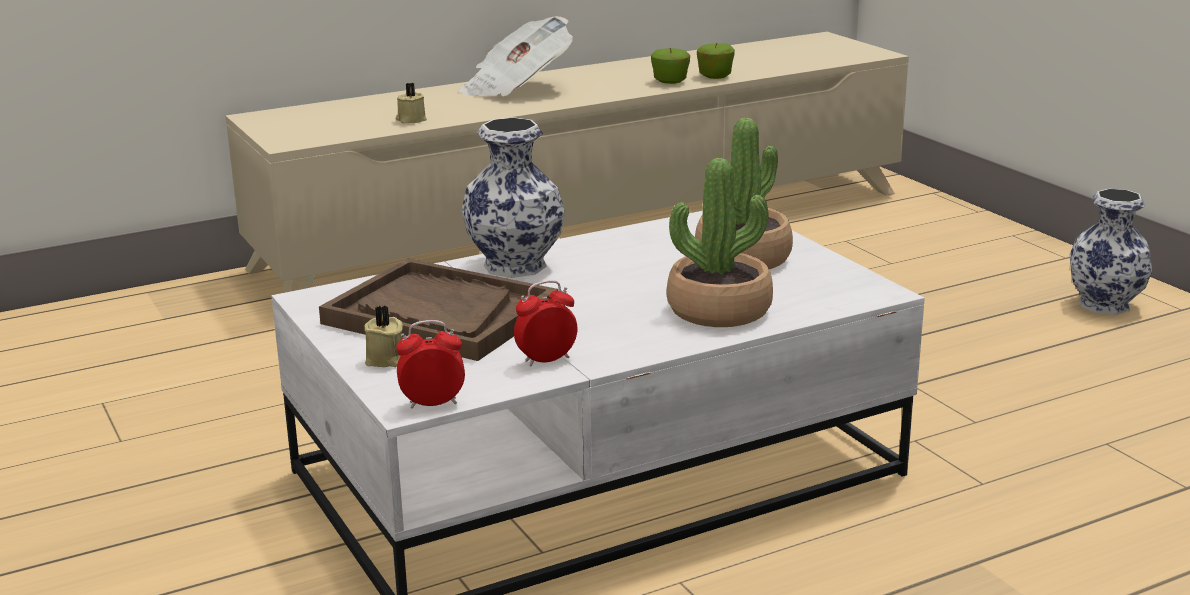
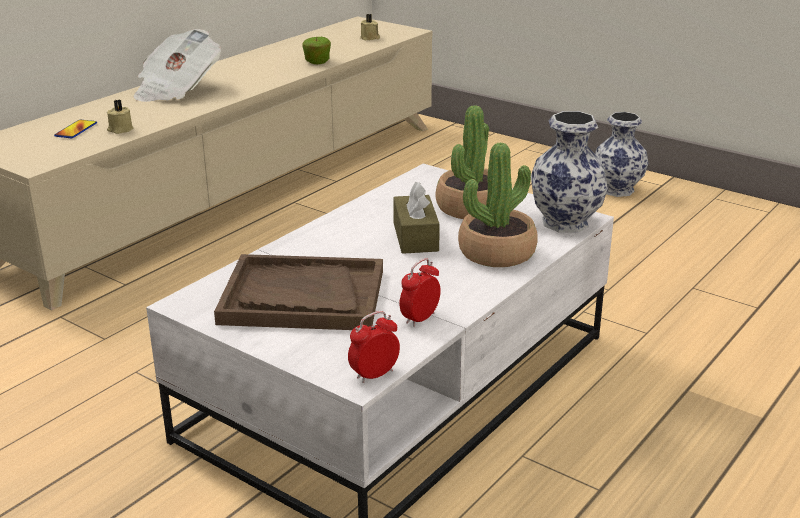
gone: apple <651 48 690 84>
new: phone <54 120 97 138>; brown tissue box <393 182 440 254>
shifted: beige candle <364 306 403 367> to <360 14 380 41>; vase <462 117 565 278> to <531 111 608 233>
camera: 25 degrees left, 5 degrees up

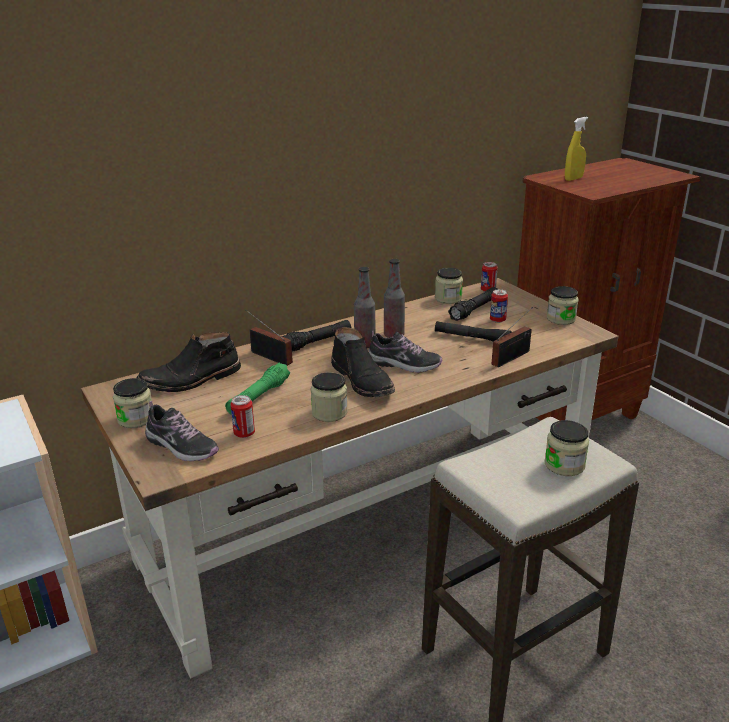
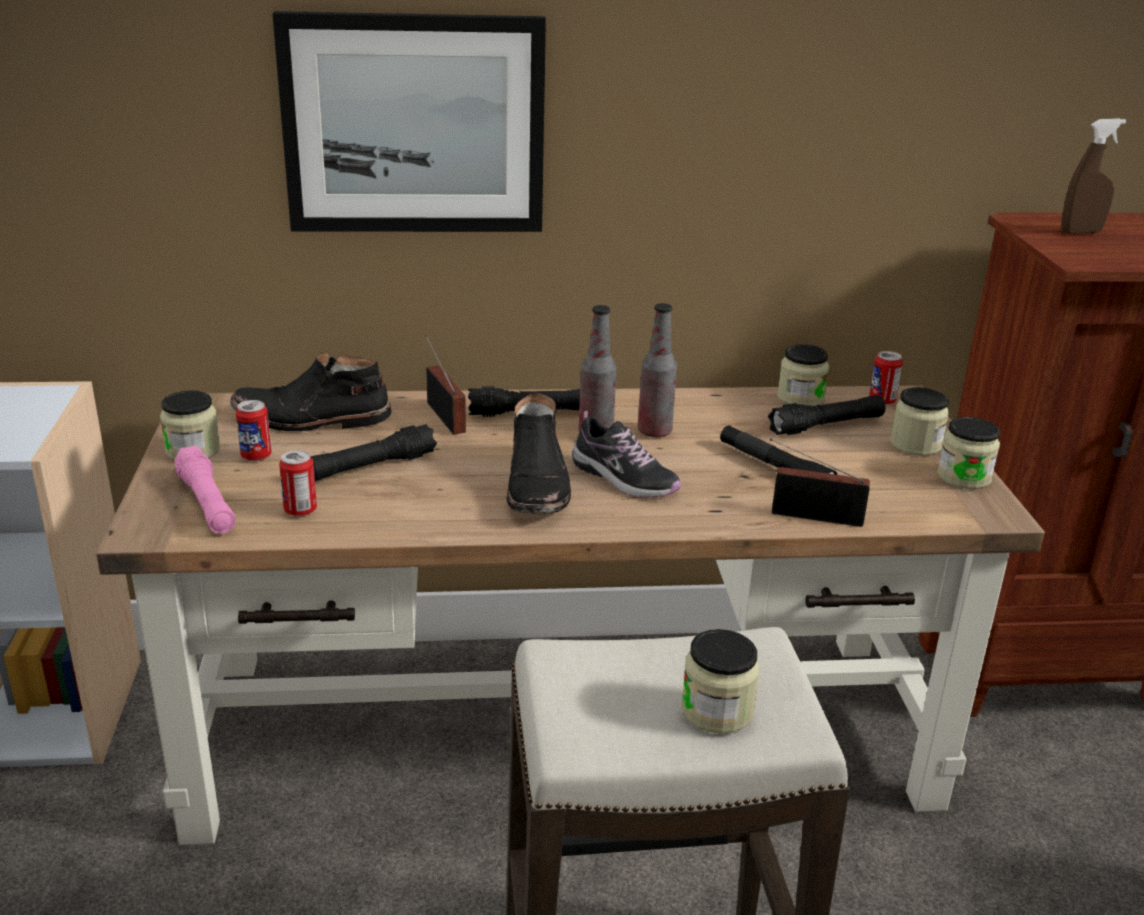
new: picture <272 11 546 232>
shifted: jar <311 373 348 422> to <890 387 949 456>; can <490 289 508 323> to <236 400 272 461>
swapped: shoe <145 401 219 461> to pink flashlight <174 446 236 534>
repainted: green flashlight <225 363 290 415> to black flashlight <310 424 437 481>; yellow spray bottle <565 117 588 181> to brown spray bottle <1061 118 1126 234>
rotated: radio <492 307 533 367> = <770 438 870 527> 150 degrees counterclockwise
camera: 25 degrees right, 0 degrees up

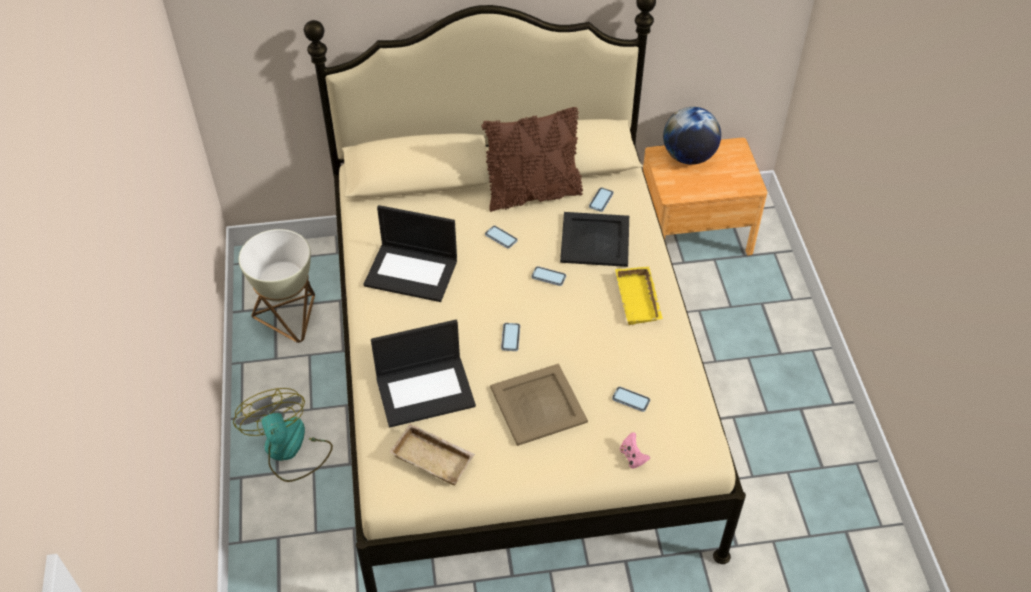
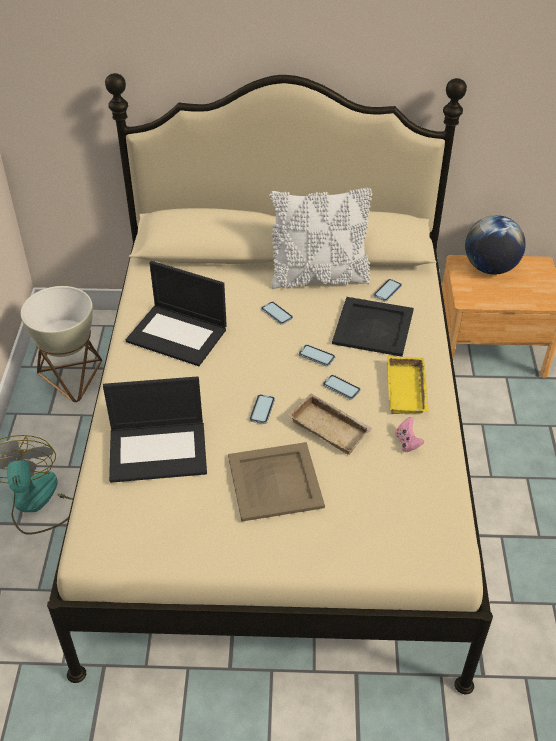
shifted: beige tray <390 424 475 486> to <288 393 372 455>; phone <612 387 650 412> to <323 375 361 400>; pink game controller <620 432 650 469> to <395 417 424 452>
repainted: brown pillow <481 107 583 212> to white pillow <269 188 372 289>
camera: 10 degrees right, 5 degrees down

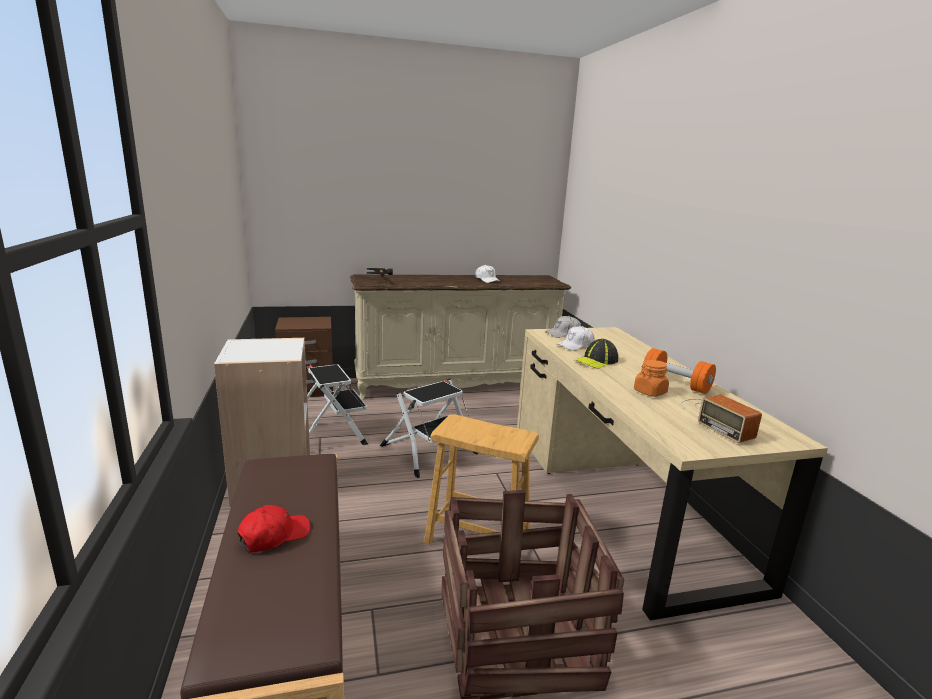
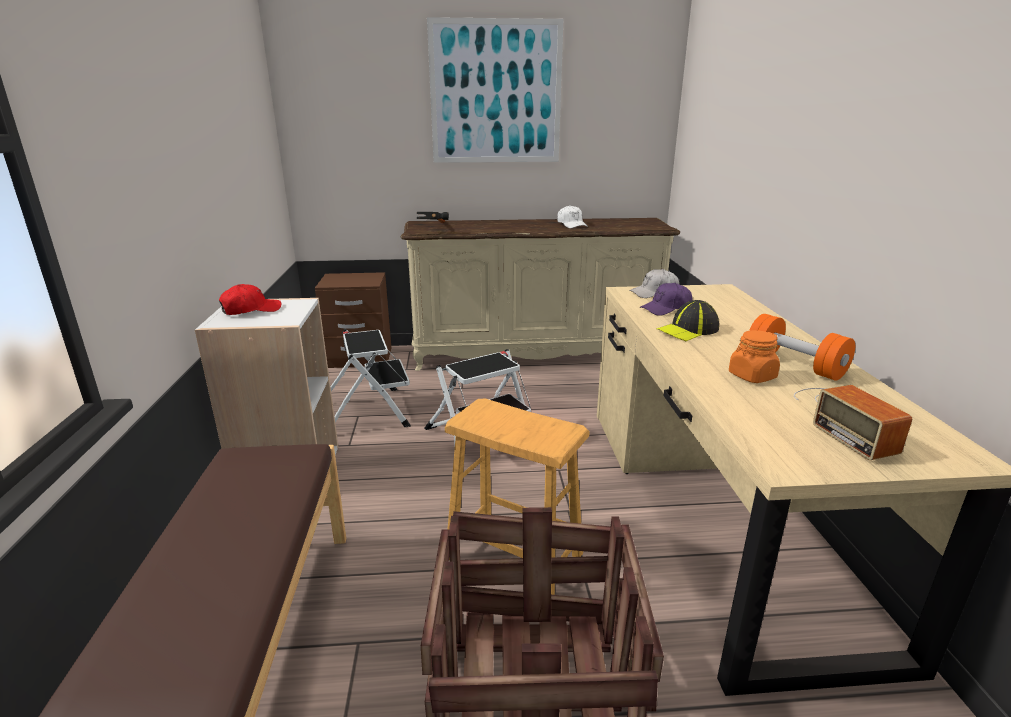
new: picture <427 17 563 163>
shifted: red cap <237 505 311 552> to <219 284 281 315>
repainted: white cap <557 326 594 351> to purple cap <640 283 692 316>
camera: 10 degrees right, 5 degrees up

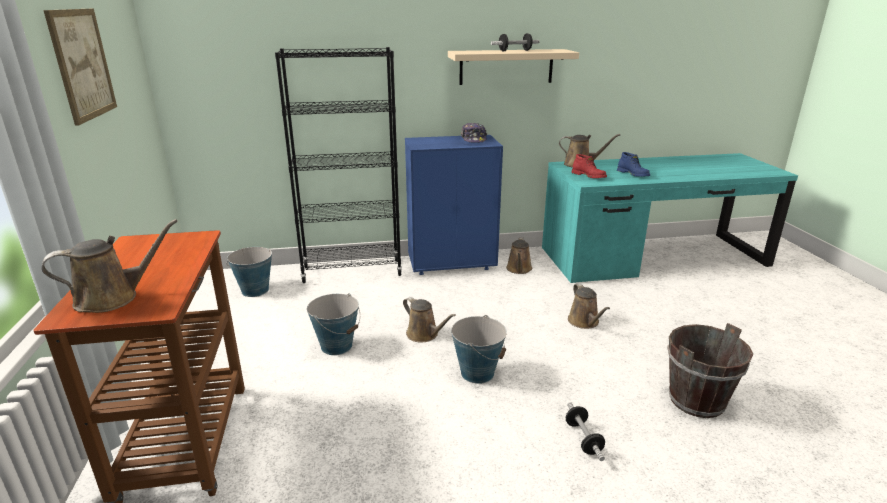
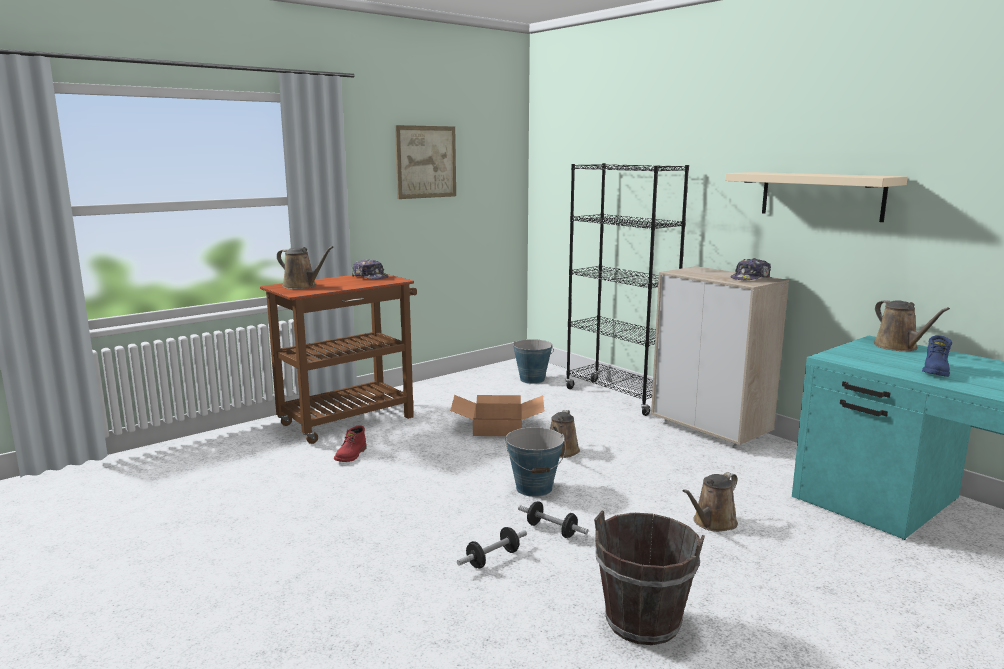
gone: brown watering can <506 238 532 274>
new: cap <352 259 389 279>
shifted: dumbbell <491 33 539 52> to <518 501 588 538>; red boot <572 154 607 178> to <334 425 366 462>
swapped: bucket <307 293 360 355> to cardboard box <450 395 544 436>
repainted: blue cabinet <405 135 503 275> to beige cabinet <651 266 789 448>
camera: 60 degrees right, 10 degrees down

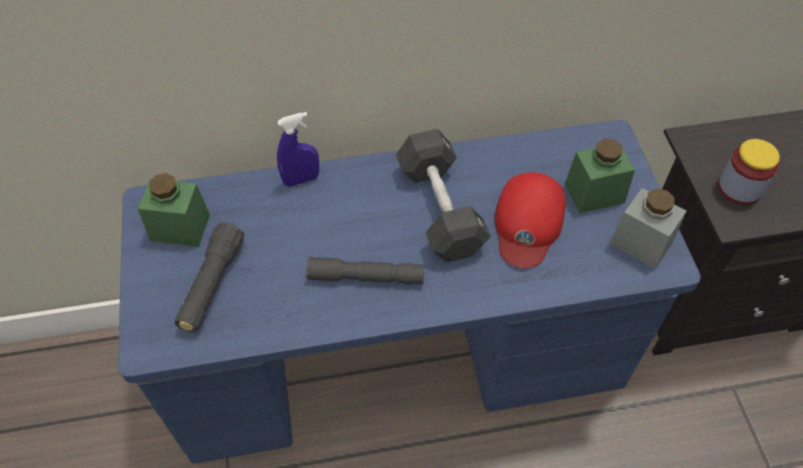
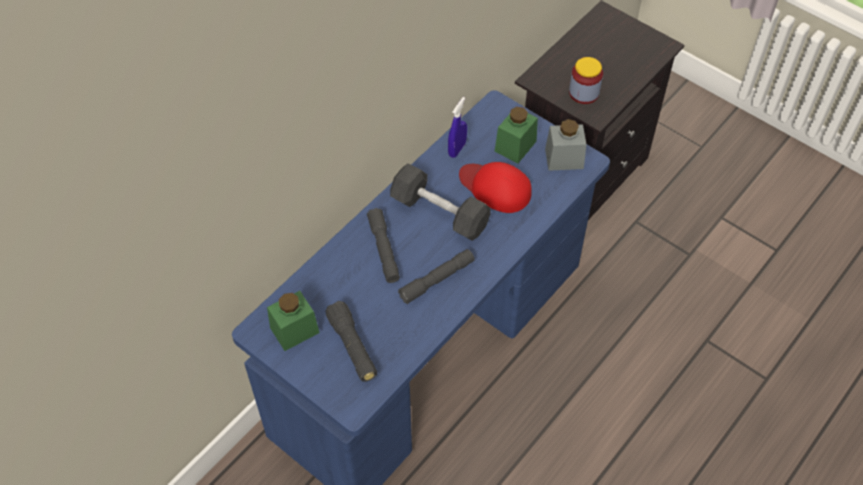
new: grey flashlight <367 208 400 283>
shifted: blue spray bottle <277 112 319 187> to <448 97 467 158>
rotated: red cap <495 172 566 268> = <459 162 532 213> 150 degrees clockwise
camera: 40 degrees left, 0 degrees up

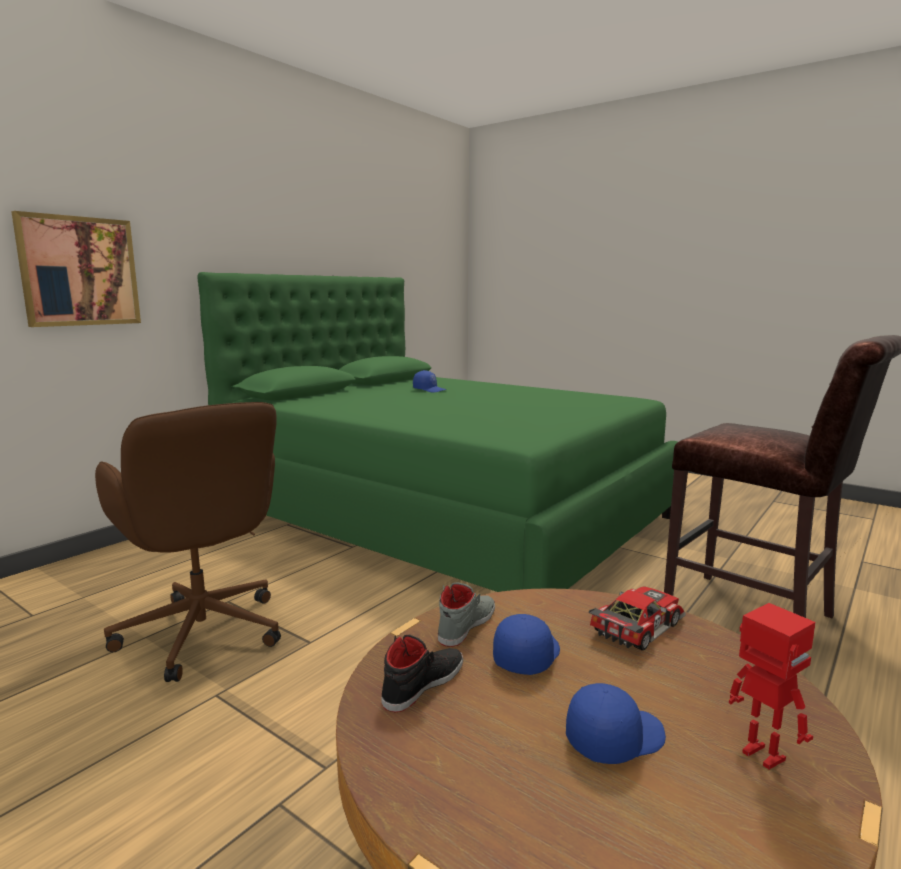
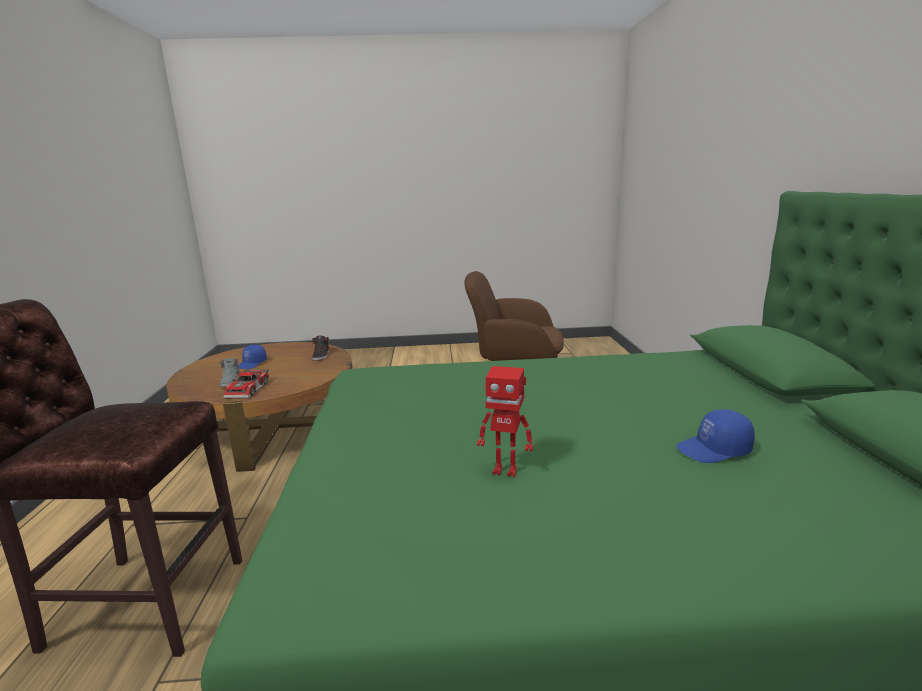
gone: picture <11 211 141 327>; blue cap <493 614 560 675>
shifted: grey shoe <438 582 495 647> to <219 358 240 387>; toy robot <729 603 816 769> to <477 366 533 477>
camera: 140 degrees right, 5 degrees up

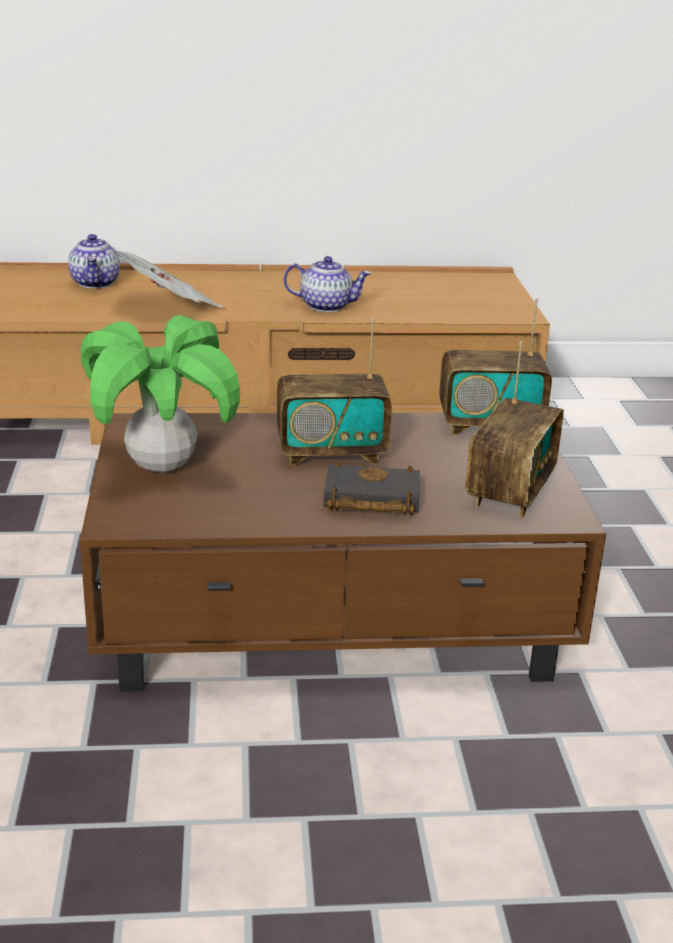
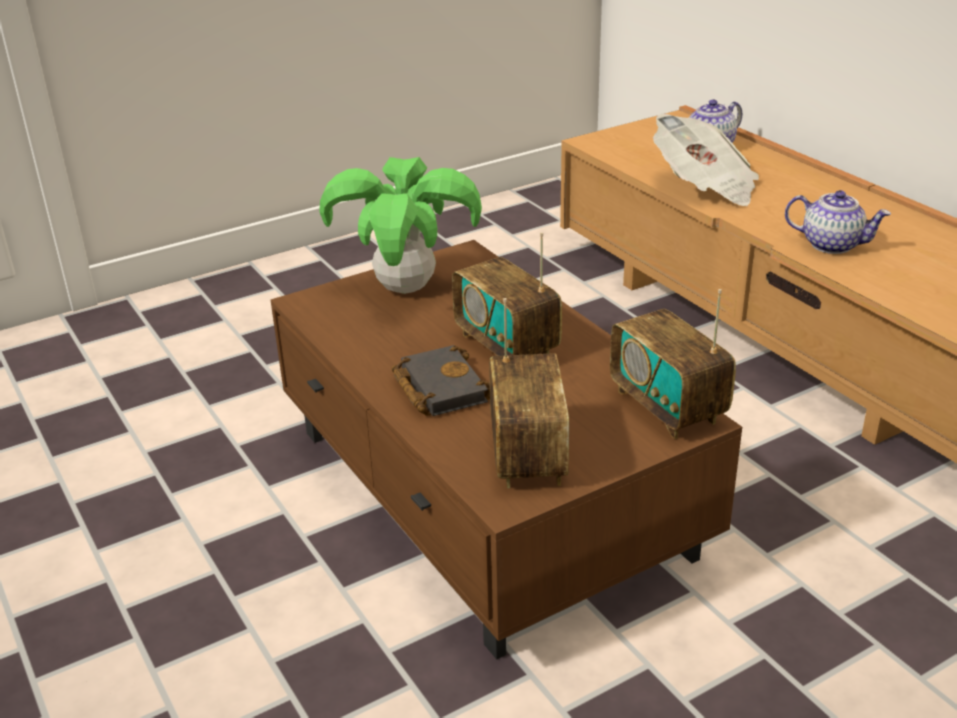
rotated: teapot <284 256 371 312> = <785 190 891 254> 45 degrees counterclockwise; radio <466 341 564 518> = <489 298 569 488> 90 degrees counterclockwise
camera: 65 degrees right, 5 degrees up

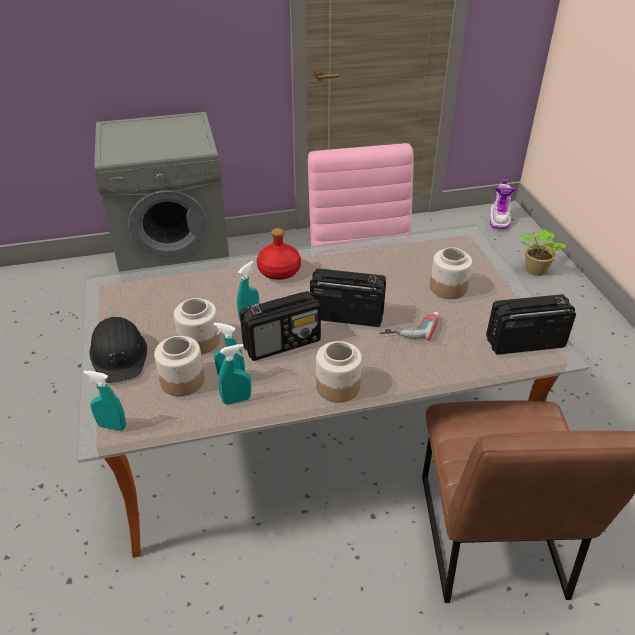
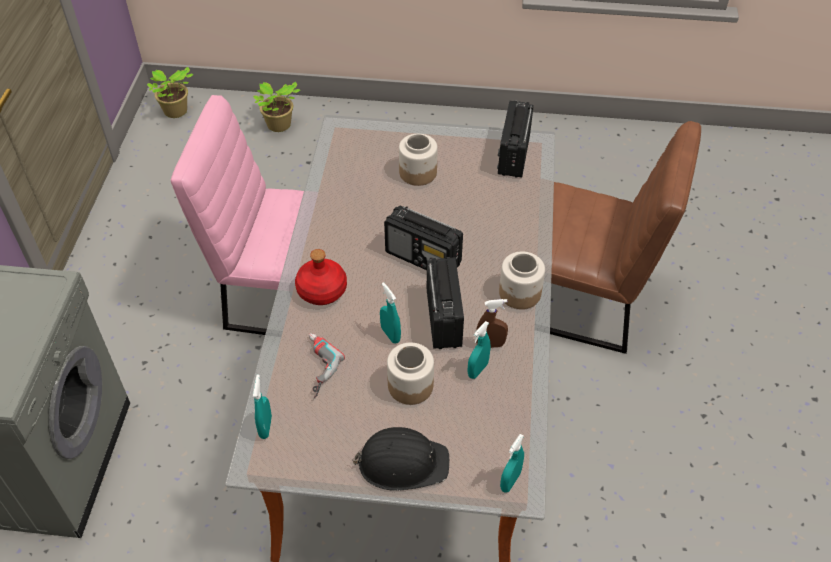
gone: jar <154 336 205 396>
new: brown spray bottle <476 299 508 348>
shifted: turquoise spray bottle <218 344 251 405> to <253 374 272 439>; power drill <379 311 439 341> to <309 333 345 398>
swapped: boot <490 179 517 230> to potted plant <147 67 193 118>
rotated: radio <310 268 386 327> = <384 205 463 270> 90 degrees counterclockwise
camera: 70 degrees left, 10 degrees up

